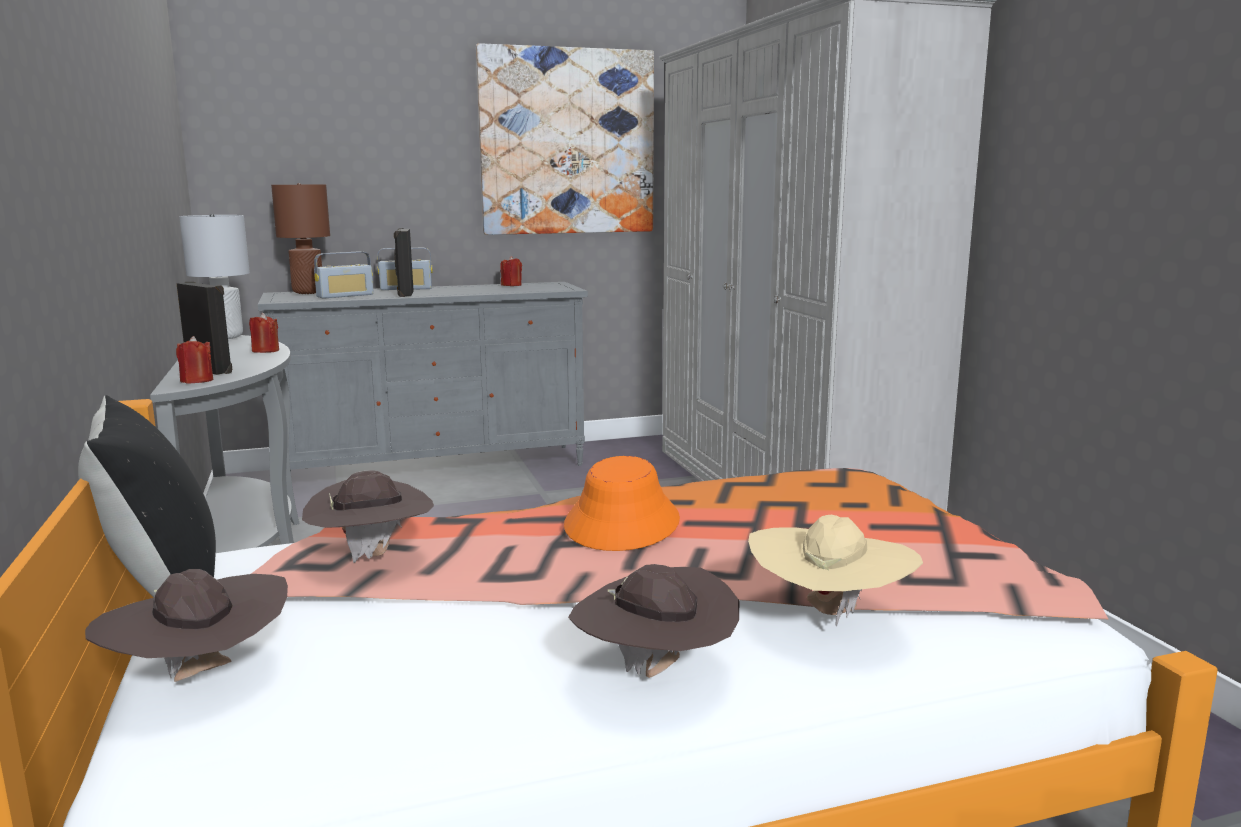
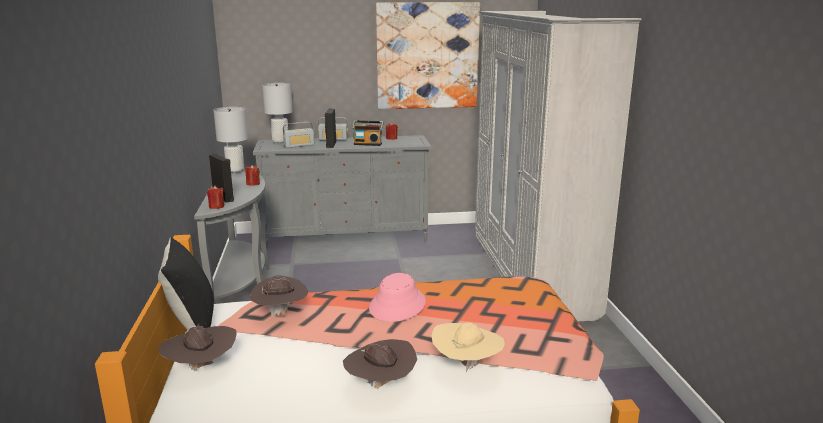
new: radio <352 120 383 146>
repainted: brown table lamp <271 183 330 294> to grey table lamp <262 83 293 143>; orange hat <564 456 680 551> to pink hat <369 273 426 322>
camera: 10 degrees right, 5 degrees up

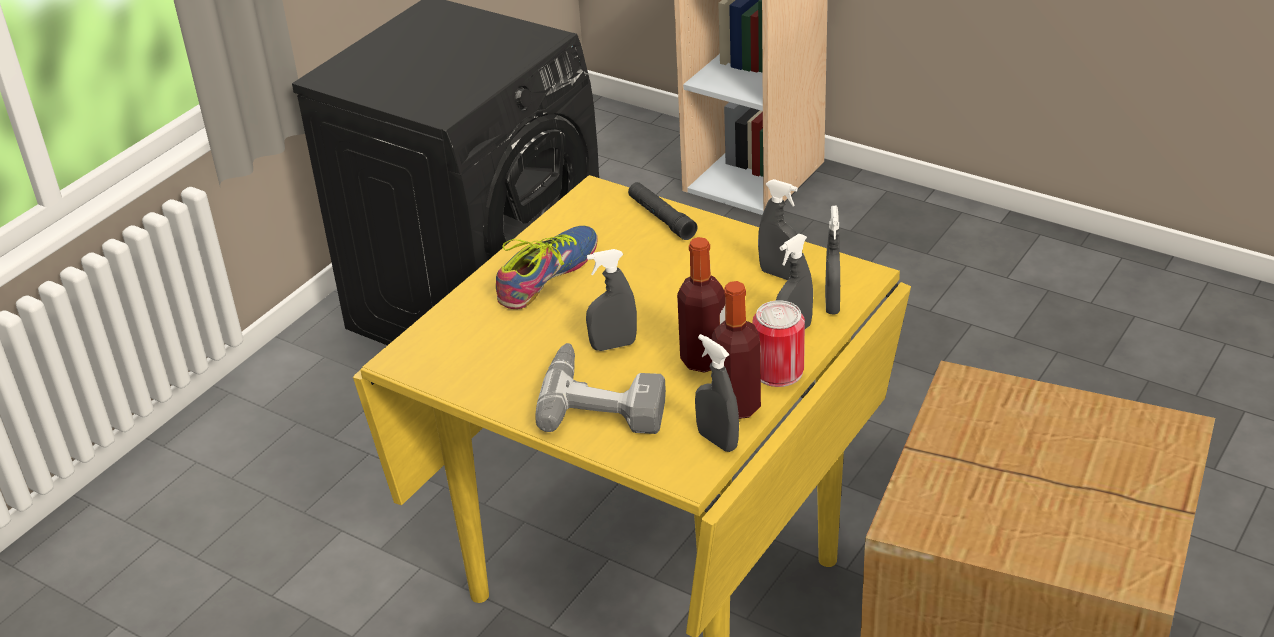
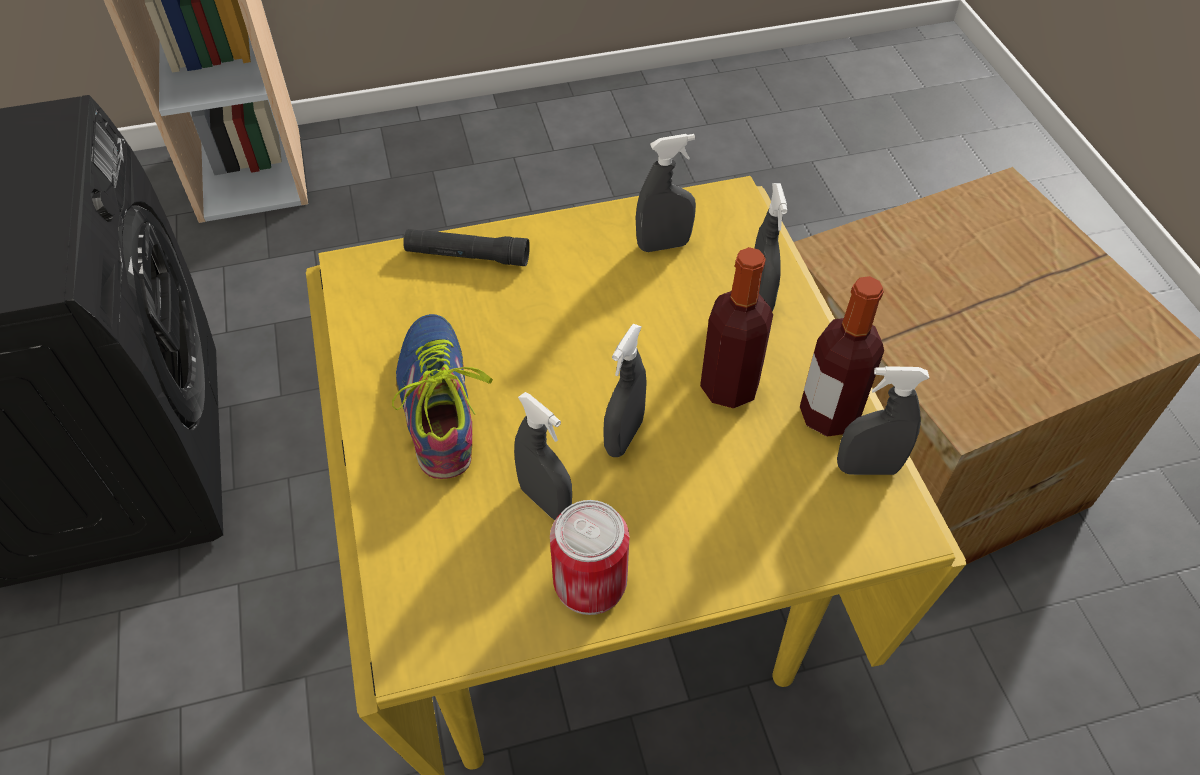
gone: power drill <535 343 666 434>
shifted: can <752 300 805 387> to <550 500 629 615>; grey spray bottle <825 206 840 315> to <514 392 572 520>
camera: 50 degrees left, 15 degrees up

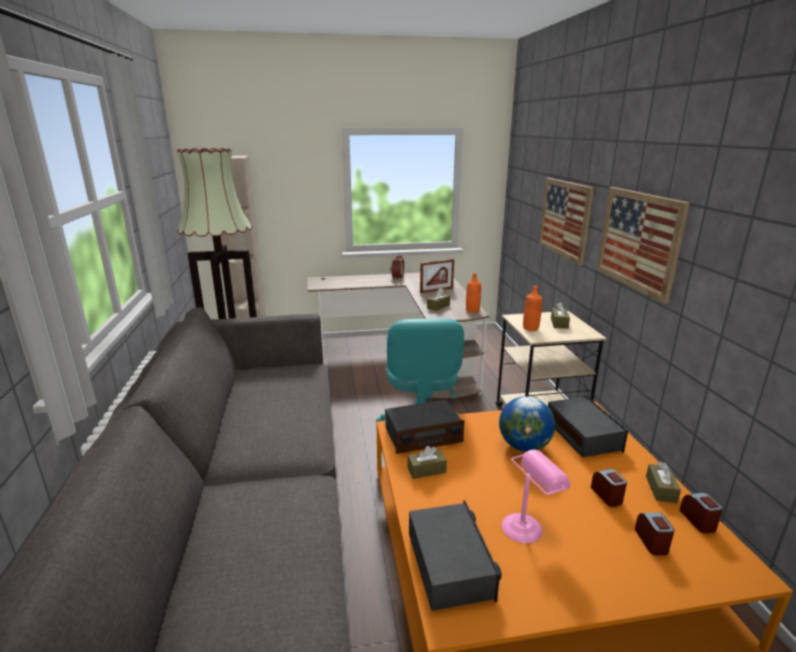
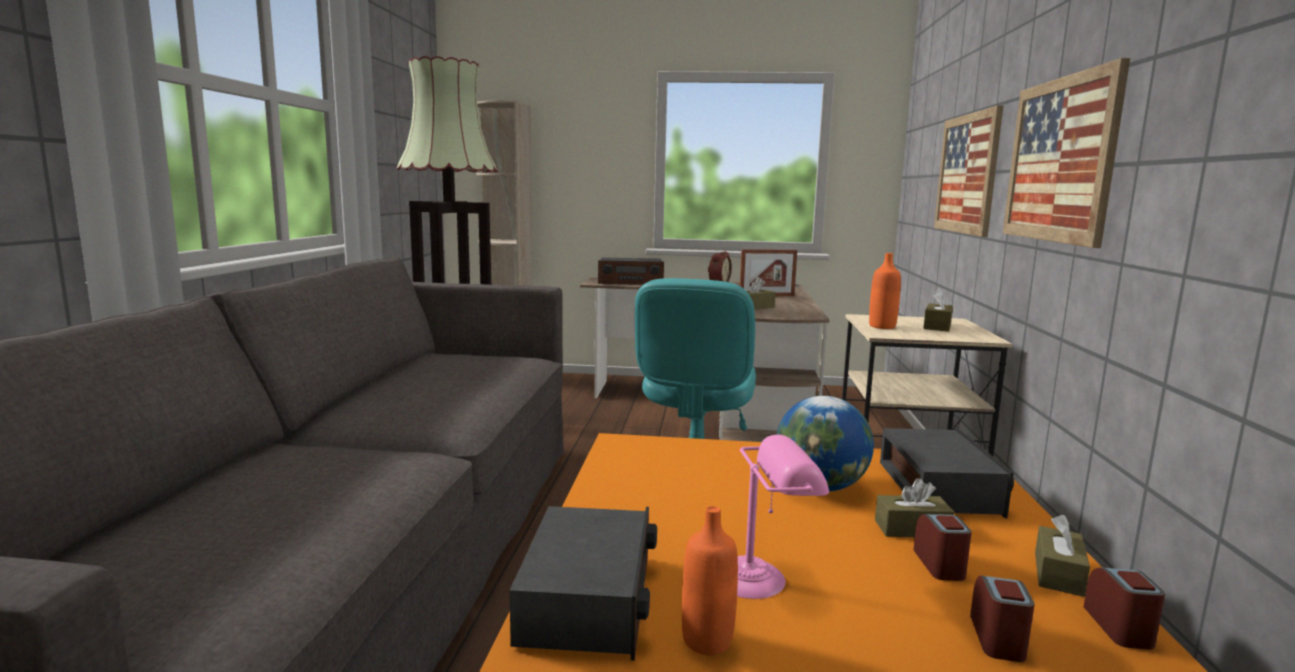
shifted: radio <385 400 465 454> to <598 258 664 285>; brown tissue box <407 446 447 479> to <875 478 954 537>; orange bottle <466 273 481 313> to <682 506 738 656>
camera: 15 degrees right, 10 degrees down

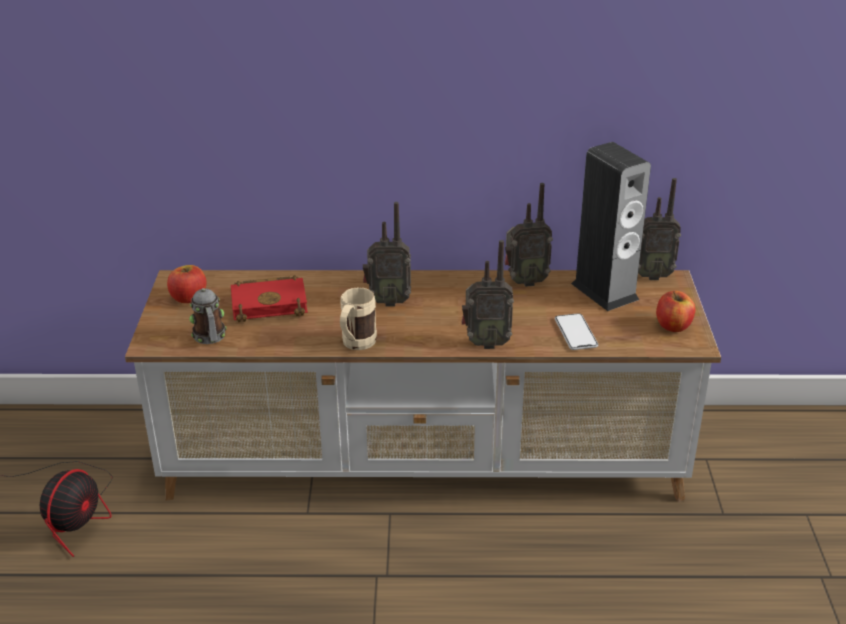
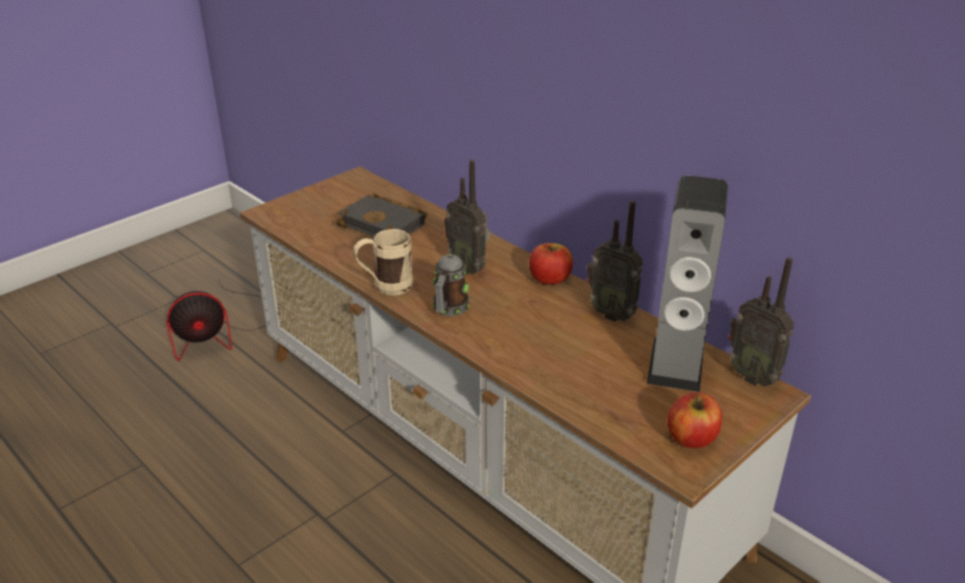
gone: radio <462 240 514 349>; phone <555 313 598 350>
shifted: apple <167 265 207 303> to <529 243 573 285>; mug <189 288 227 344> to <432 254 470 316>
repainted: red book <231 275 308 322> to black book <335 193 427 237>
camera: 45 degrees right, 0 degrees up

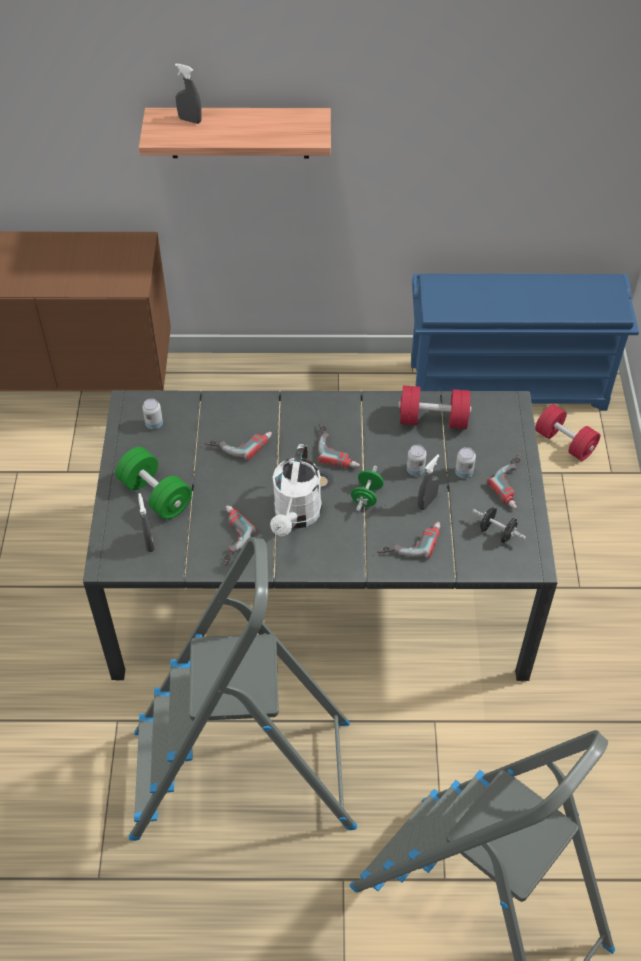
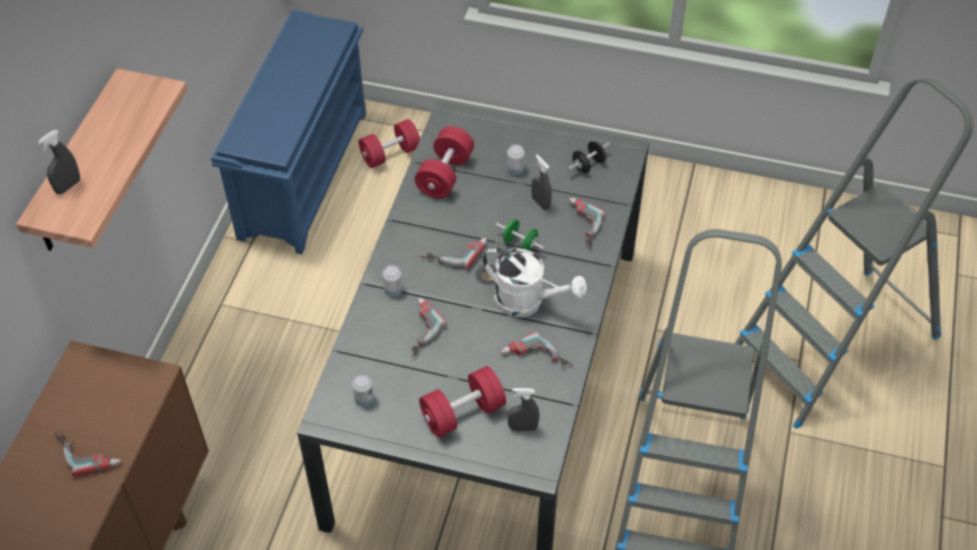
shifted: can <407 445 427 476> to <382 265 403 296>; power drill <487 454 521 509> to <55 432 121 478>
repainted: green dumbbell <115 447 192 520> to red dumbbell <419 366 506 437>
camera: 75 degrees left, 0 degrees up

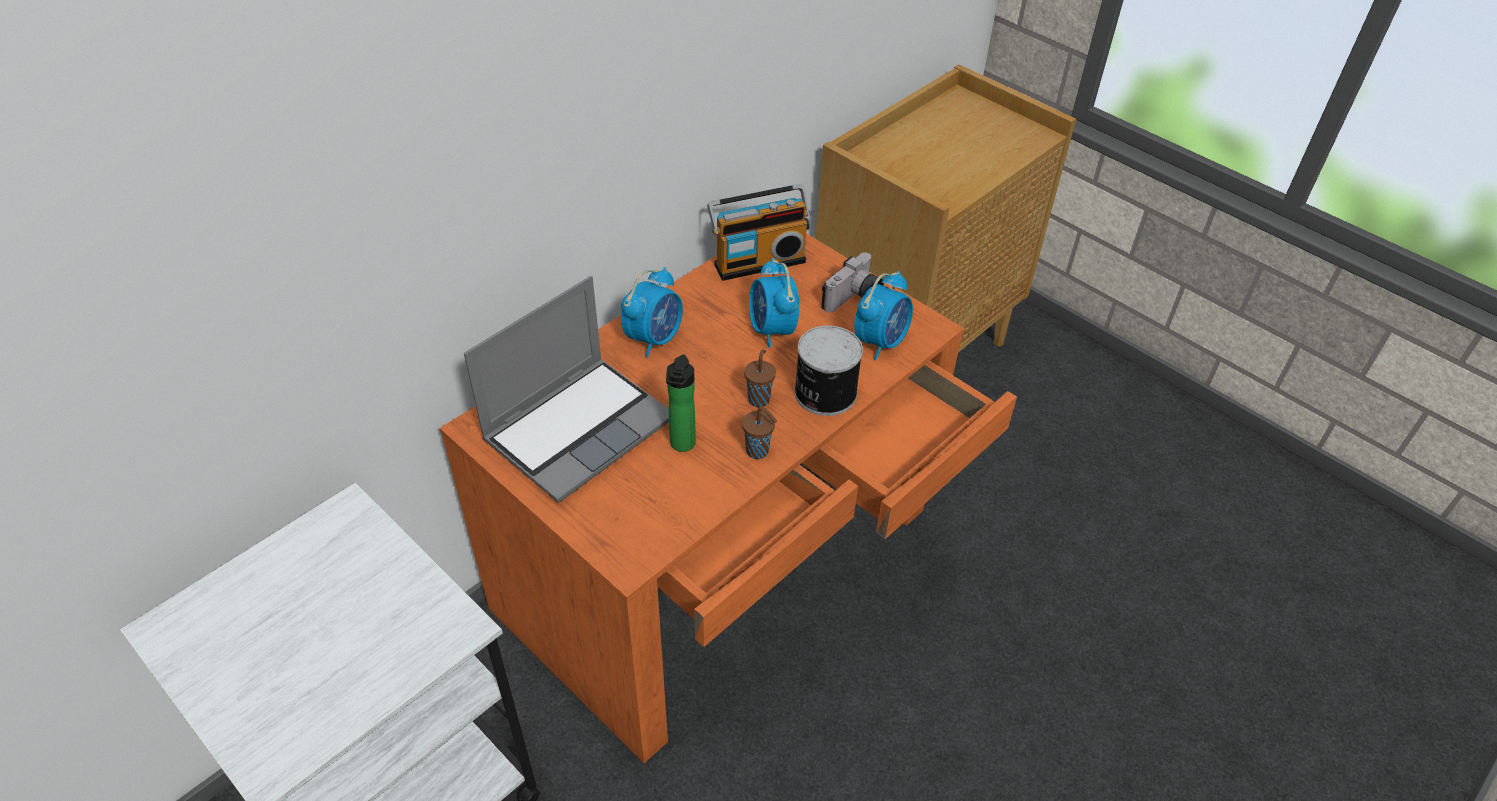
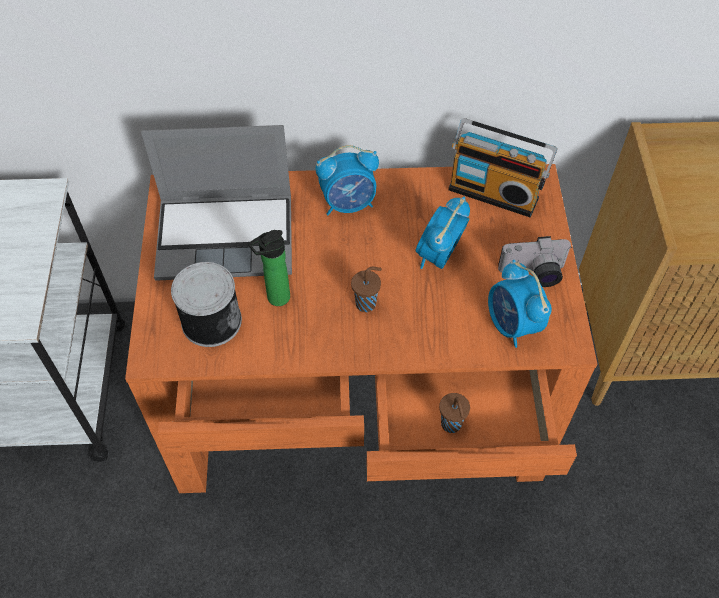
shifted: brown cup <742 407 777 459> to <439 393 470 433>; can <794 326 863 416> to <171 262 242 347>
rotated: alarm clock <854 271 913 360> = <488 260 552 348> 75 degrees clockwise
camera: 45 degrees right, 10 degrees up

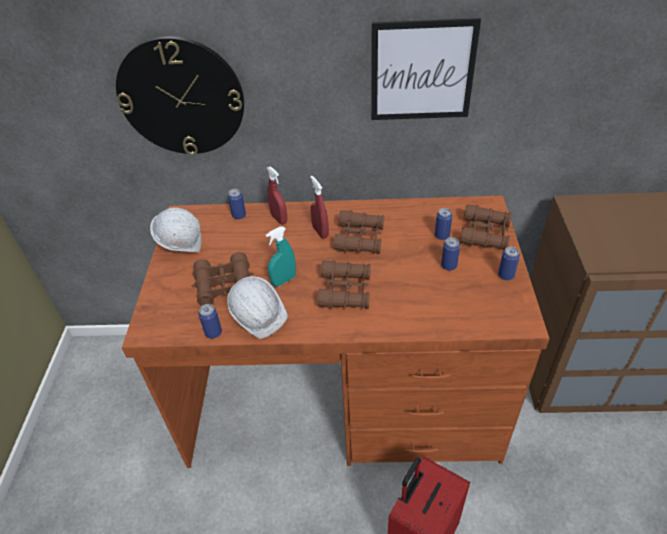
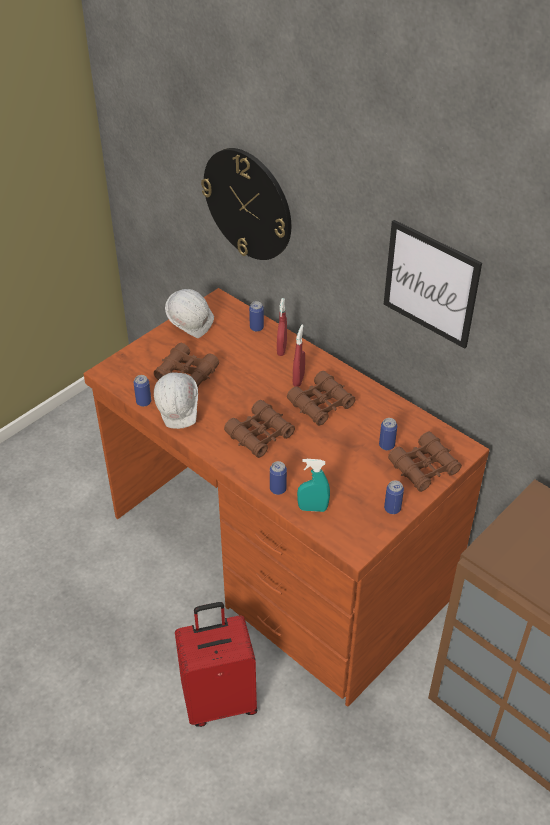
shifted: turquoise spray bottle <266 227 296 287> to <297 459 330 512>; can <441 237 460 271> to <270 461 287 495>
camera: 40 degrees right, 0 degrees up

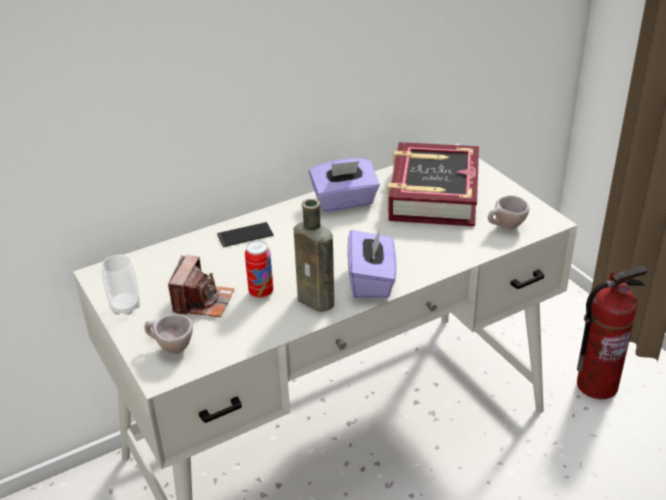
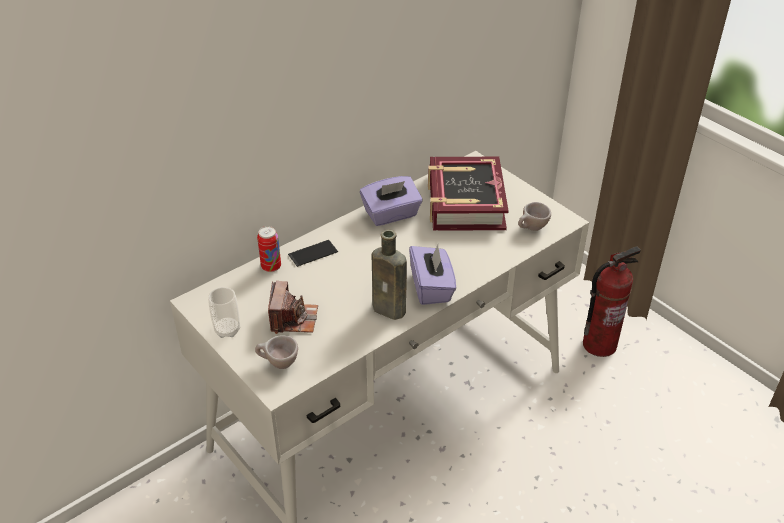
shifted: can <245 240 273 299> to <257 226 281 272>
camera: 10 degrees left, 5 degrees up

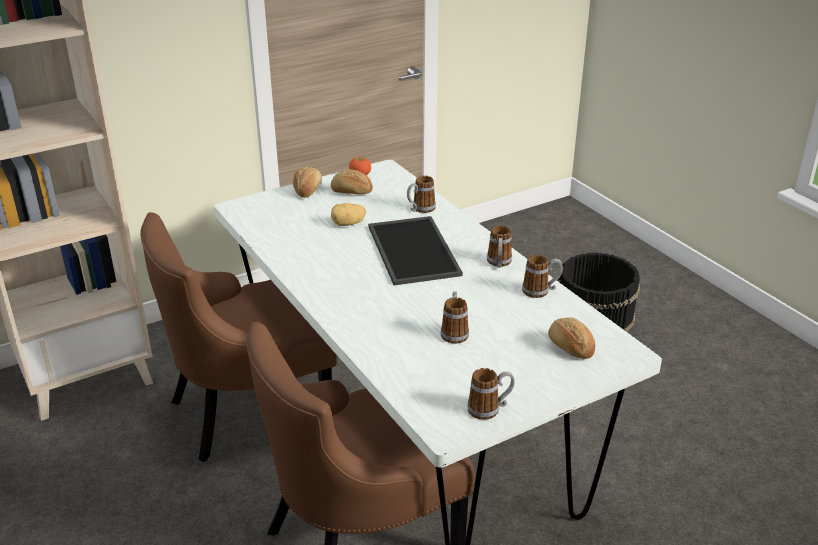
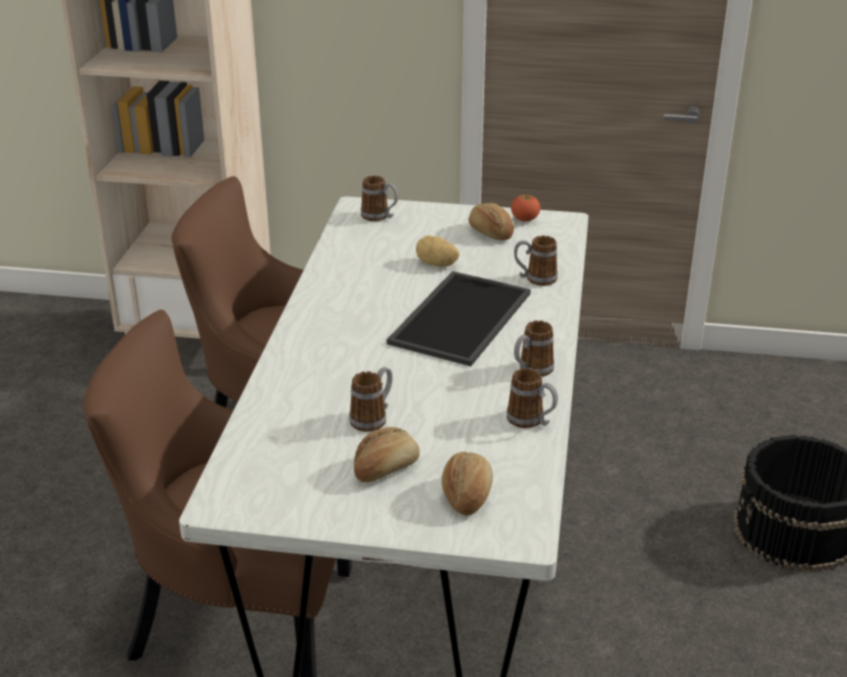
shifted: bread <293 167 322 198> to <354 427 420 483>; mug <467 368 515 420> to <361 176 398 221>
camera: 40 degrees right, 0 degrees up

